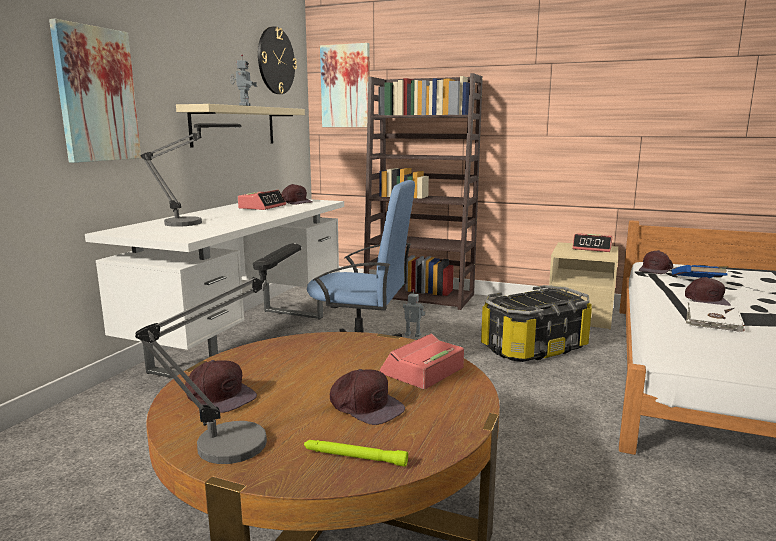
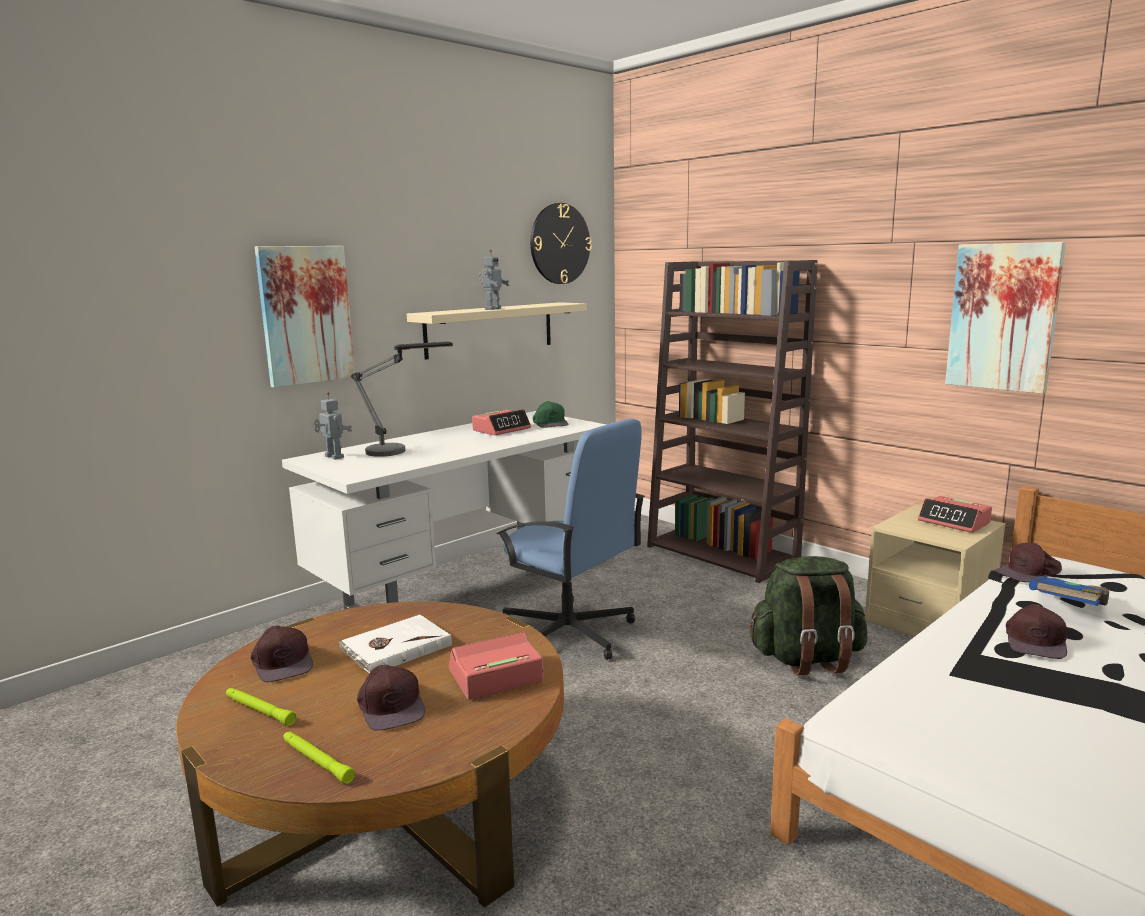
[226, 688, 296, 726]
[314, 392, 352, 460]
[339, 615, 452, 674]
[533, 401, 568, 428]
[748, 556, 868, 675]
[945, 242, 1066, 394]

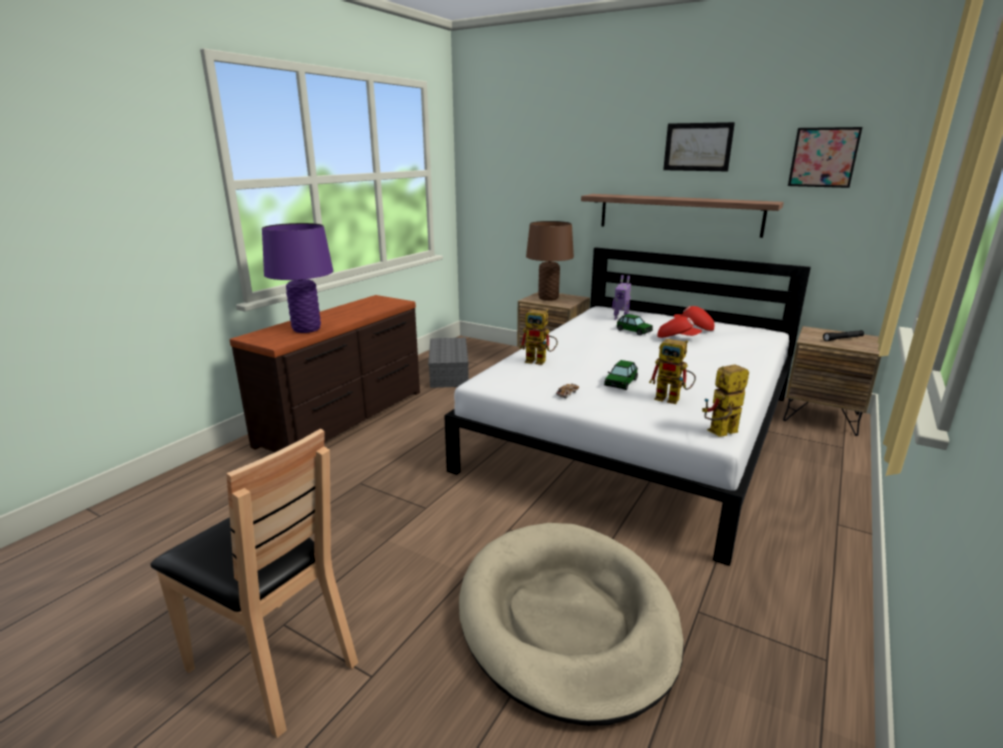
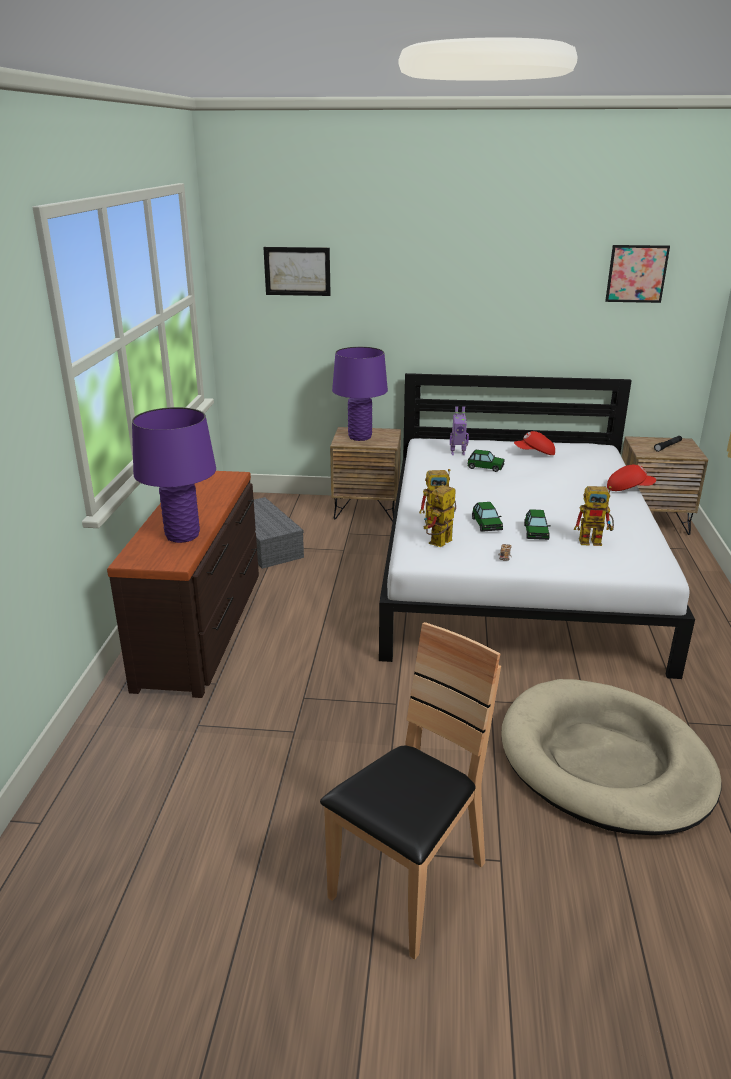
[263, 247, 331, 296]
[320, 622, 501, 960]
[332, 347, 388, 441]
[423, 485, 456, 547]
[472, 502, 503, 532]
[607, 465, 656, 491]
[581, 194, 784, 238] (first image)

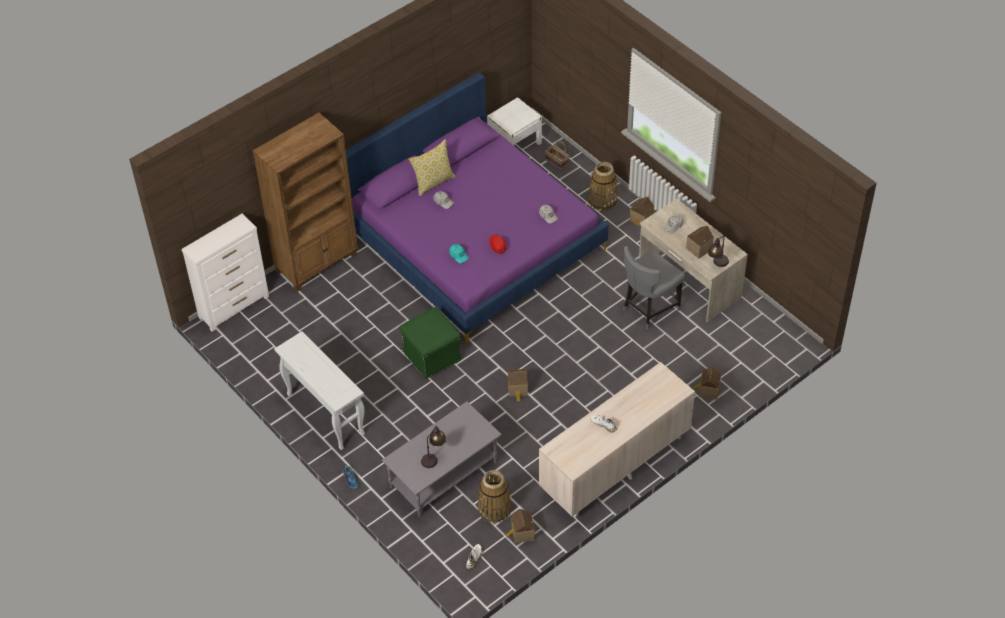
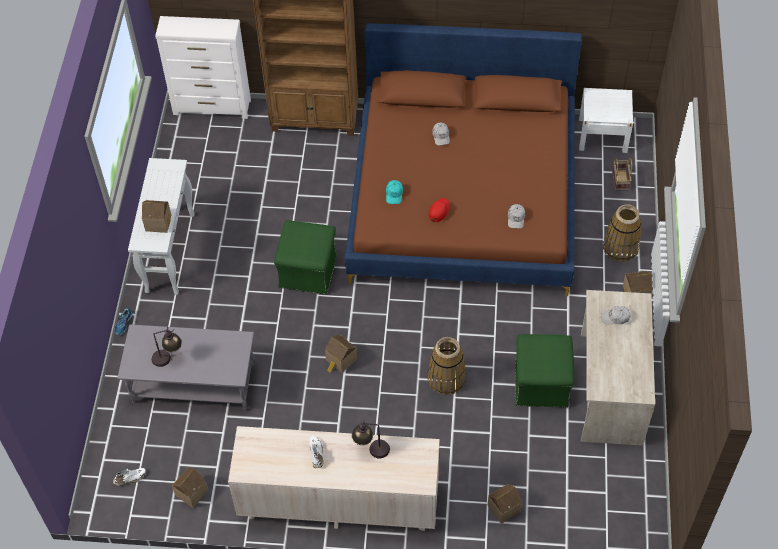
[142, 200, 171, 233]
[345, 23, 582, 296]
[352, 422, 390, 459]
[427, 337, 466, 395]
[515, 334, 574, 408]
[409, 139, 456, 196] (first image)

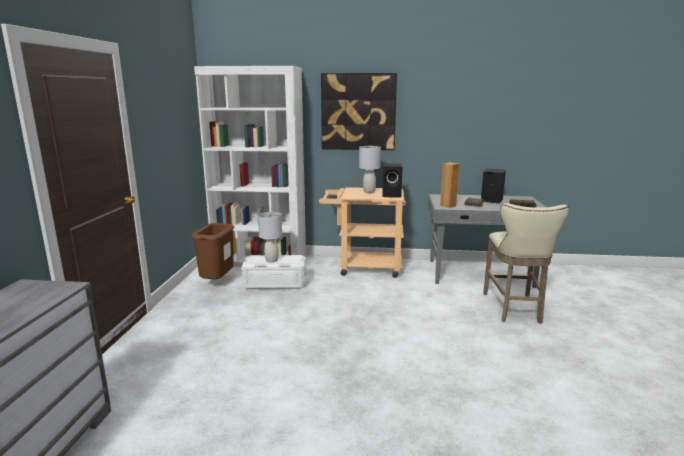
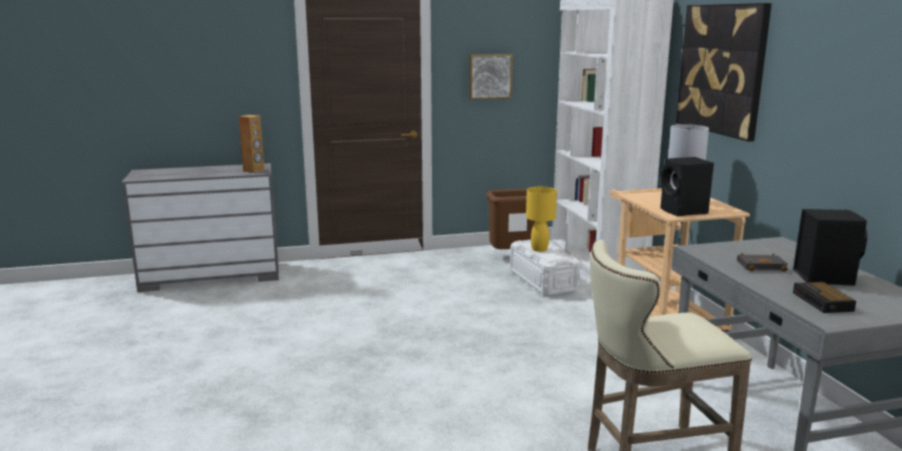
[238, 115, 264, 173]
[469, 54, 513, 100]
[526, 187, 557, 252]

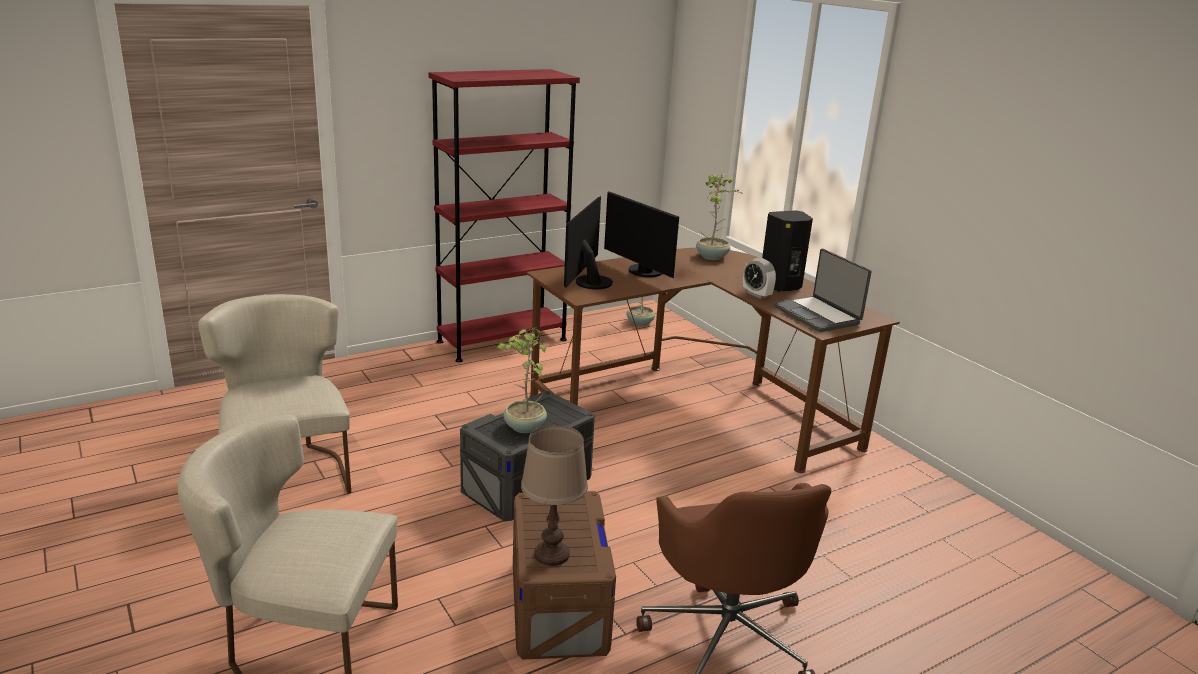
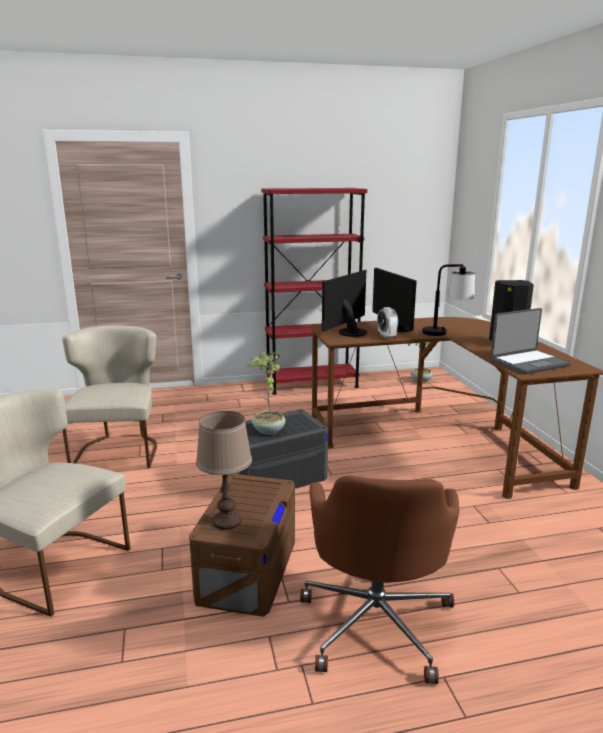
[377, 307, 398, 339]
[422, 264, 475, 336]
[491, 308, 571, 374]
[696, 173, 741, 260] (first image)

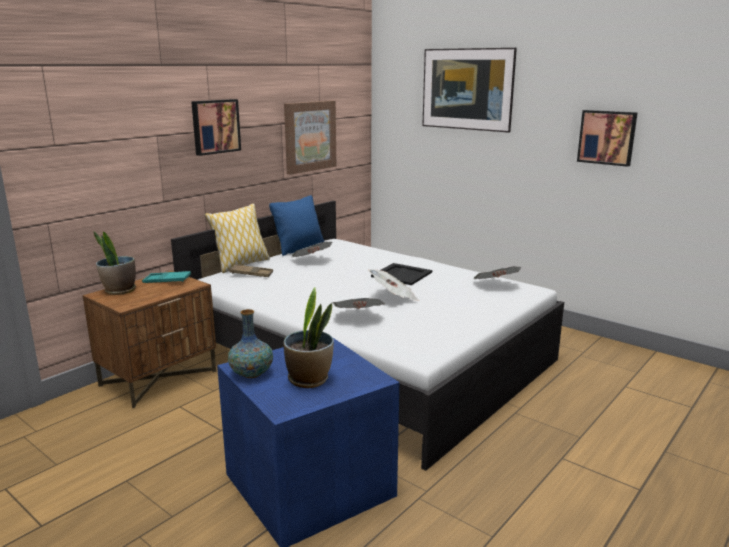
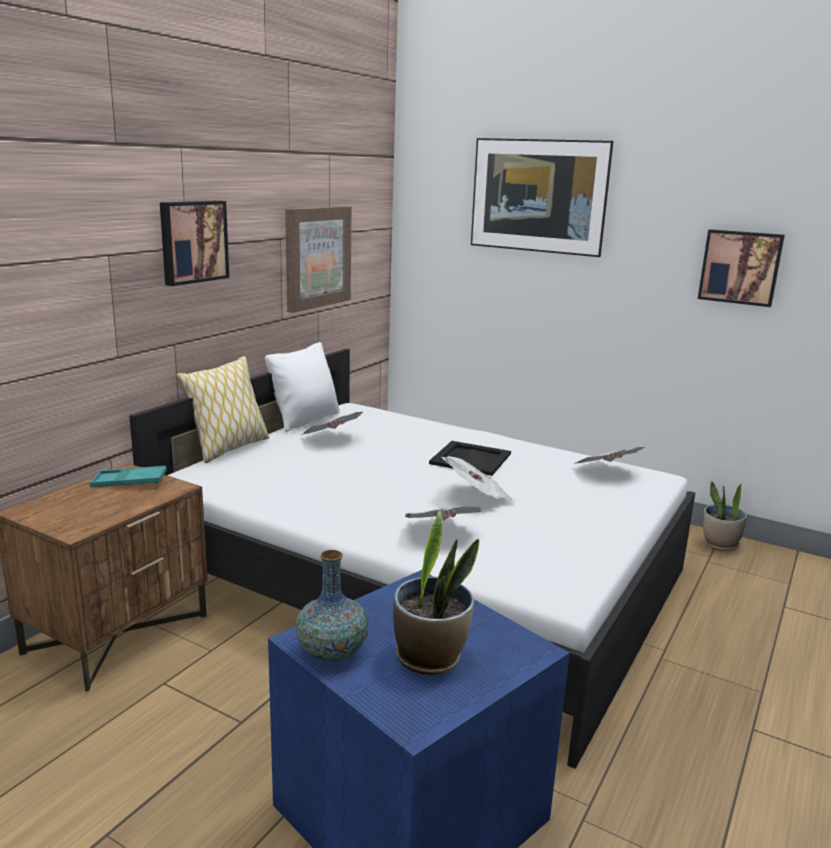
[265, 342, 340, 432]
[703, 481, 747, 551]
[229, 264, 273, 277] (first image)

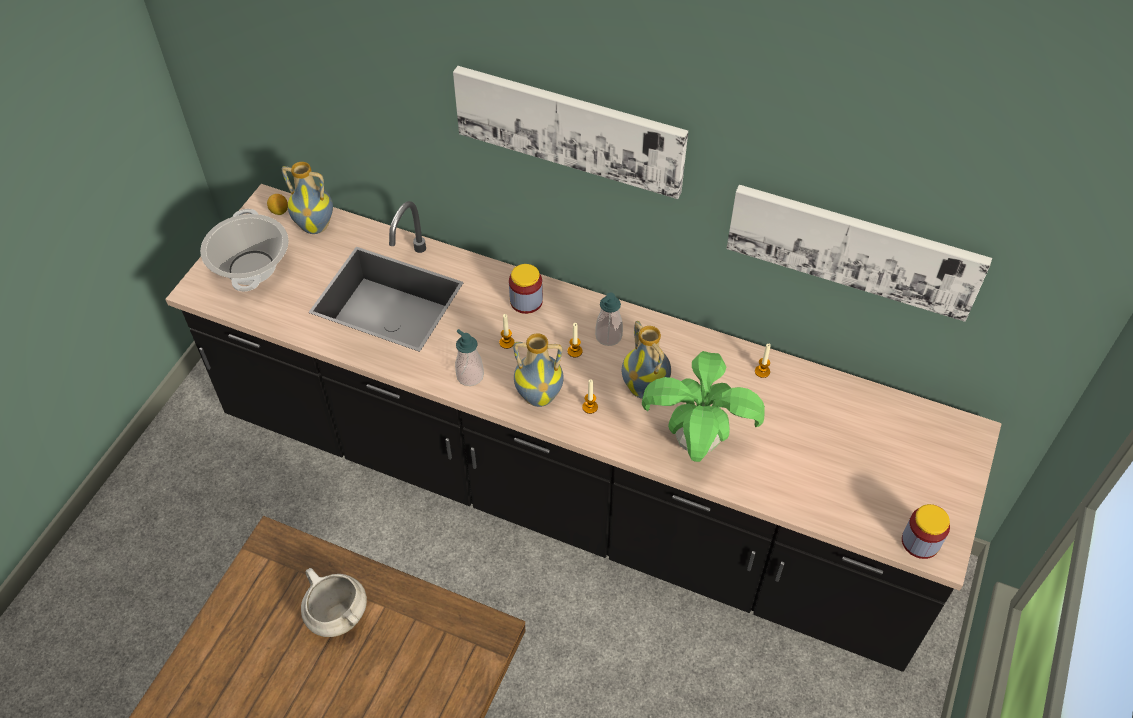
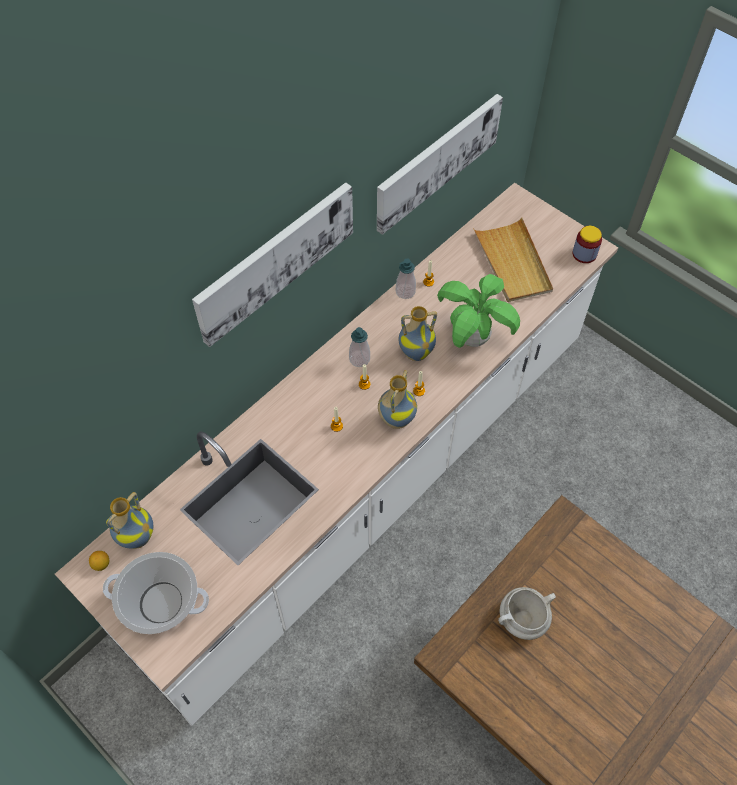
[55, 183, 618, 726]
[396, 259, 416, 299]
[473, 217, 553, 302]
[509, 264, 543, 314] (first image)

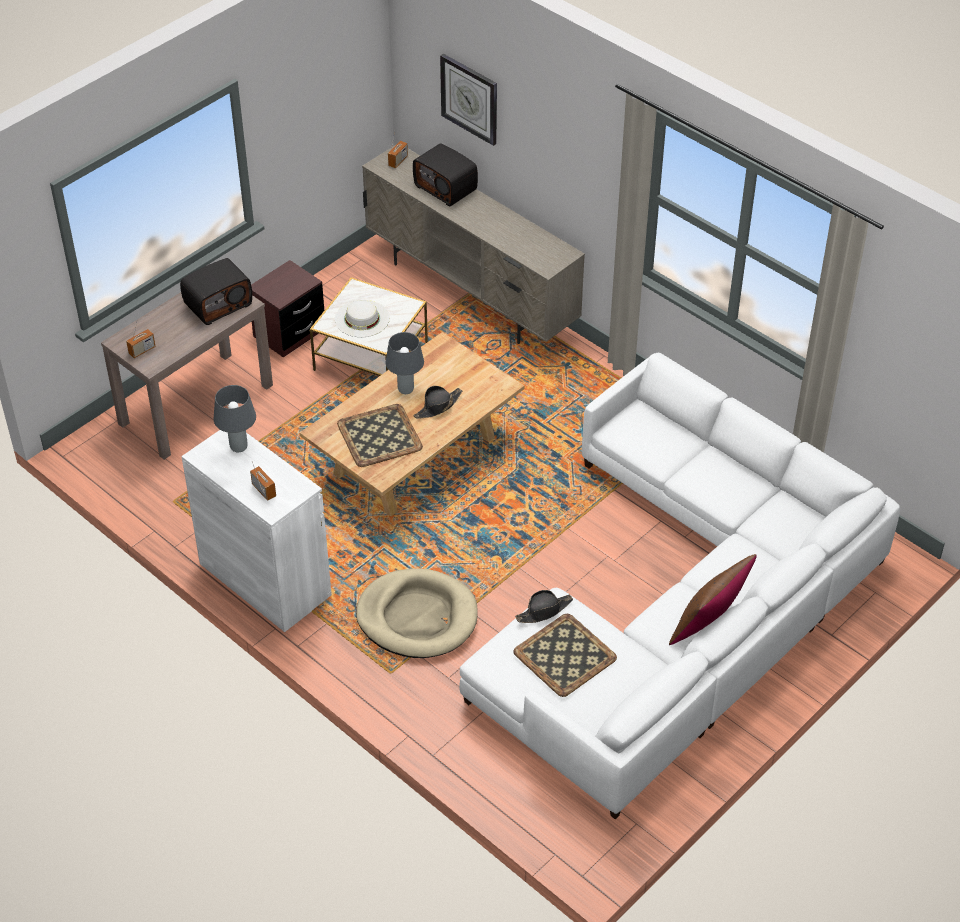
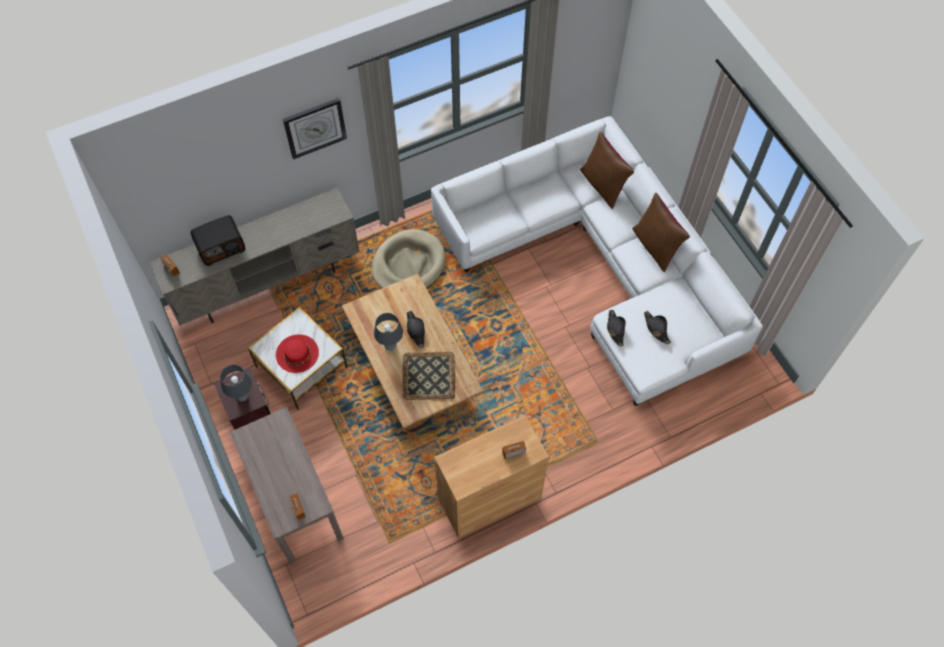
[220, 365, 252, 402]
[276, 334, 319, 373]
[283, 98, 347, 159]
[372, 229, 446, 289]
[434, 415, 549, 539]
[580, 132, 634, 209]
[644, 311, 671, 344]
[180, 258, 252, 325] (first image)

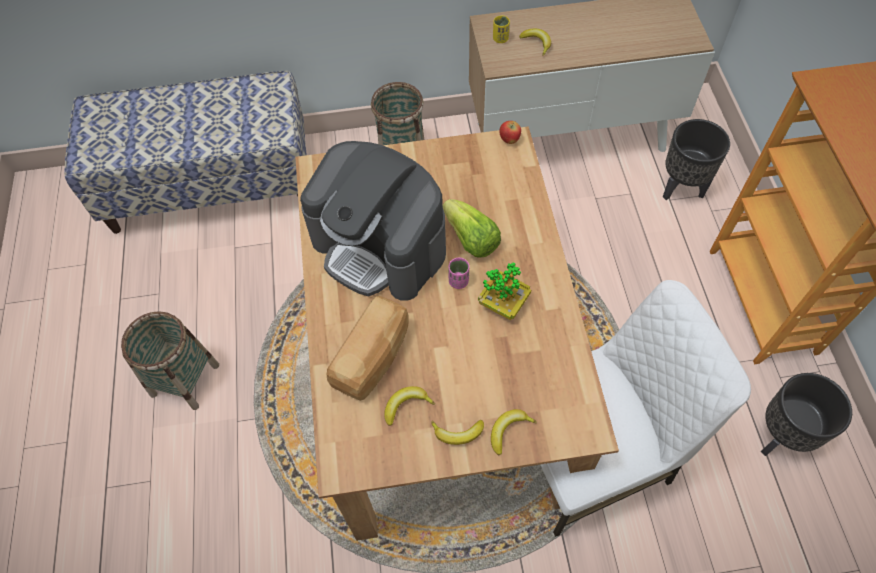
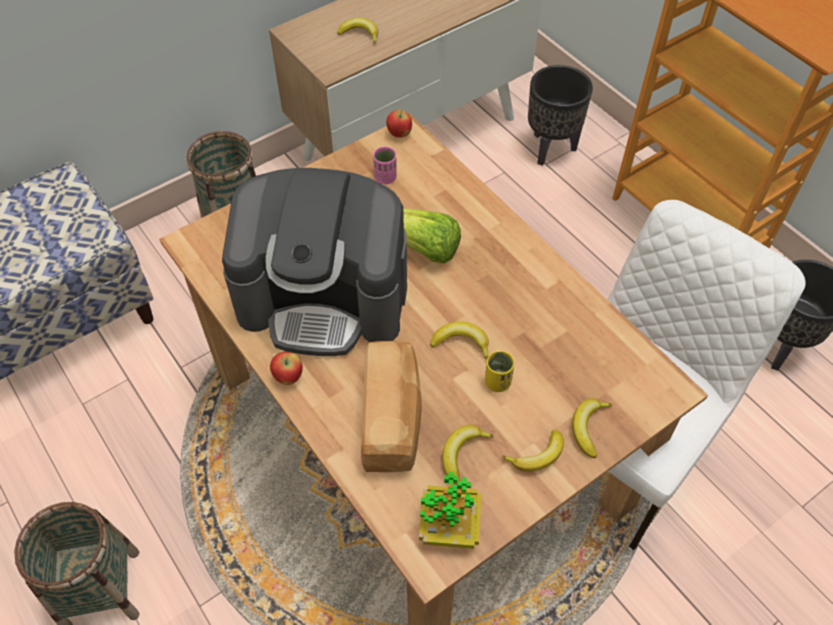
[270, 352, 303, 385]
[373, 147, 397, 184]
[419, 472, 481, 549]
[430, 322, 489, 361]
[485, 351, 514, 392]

